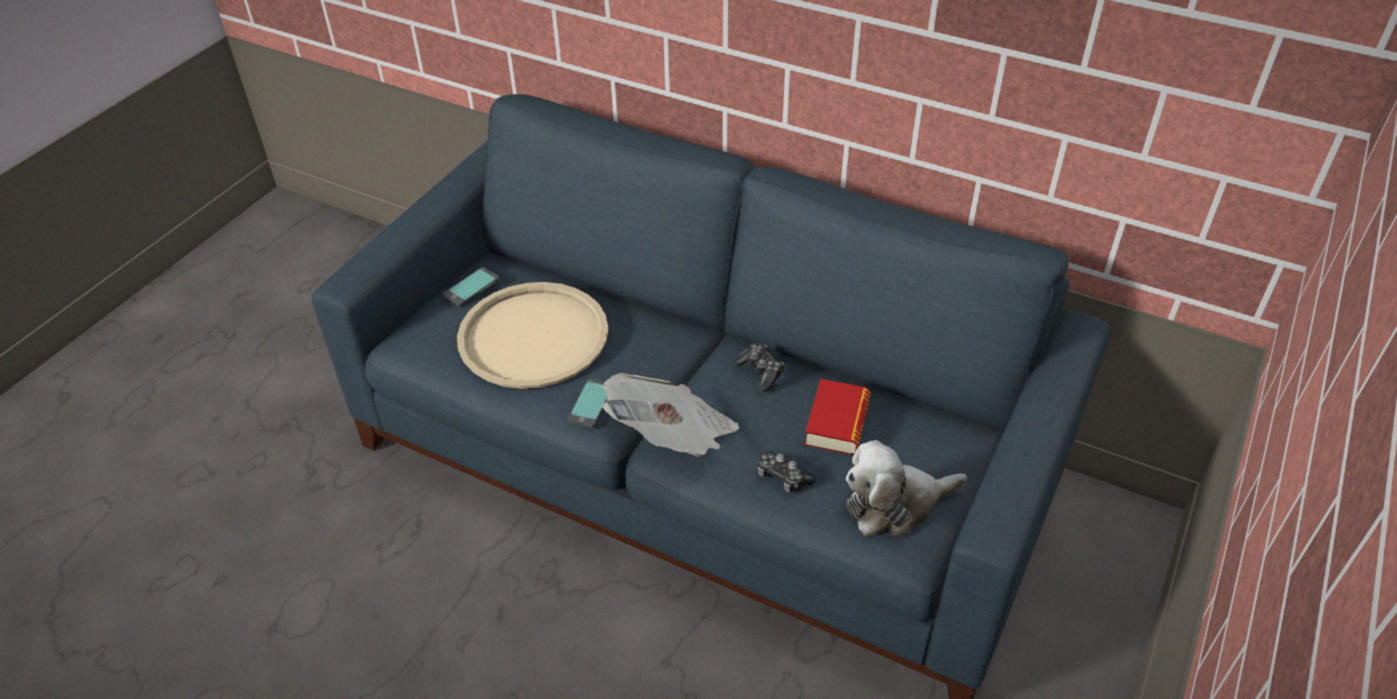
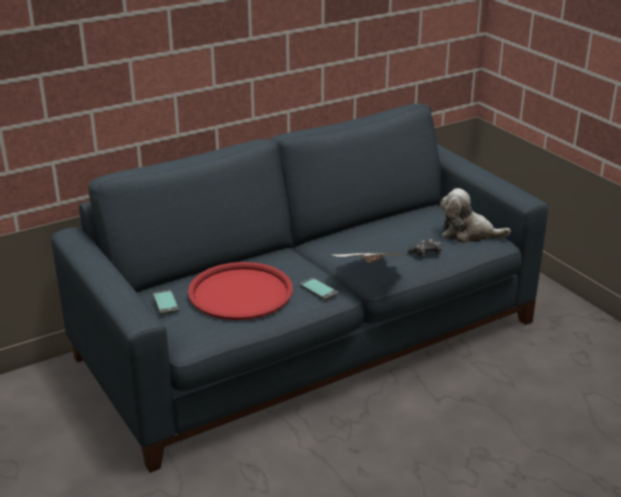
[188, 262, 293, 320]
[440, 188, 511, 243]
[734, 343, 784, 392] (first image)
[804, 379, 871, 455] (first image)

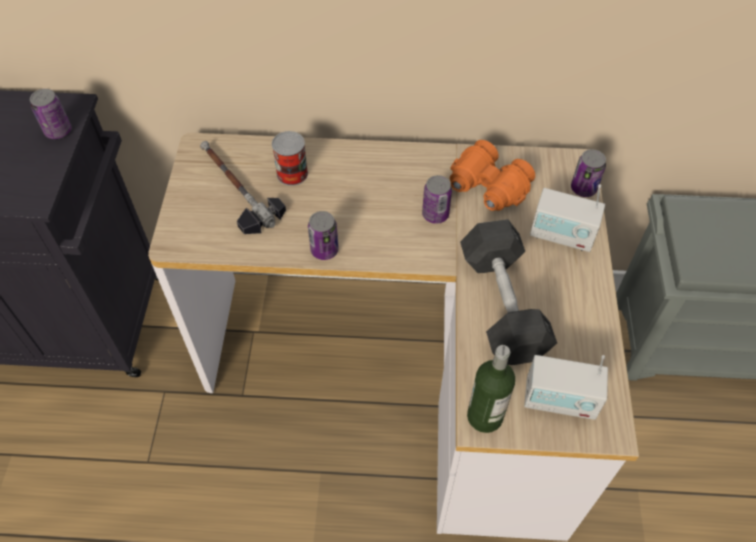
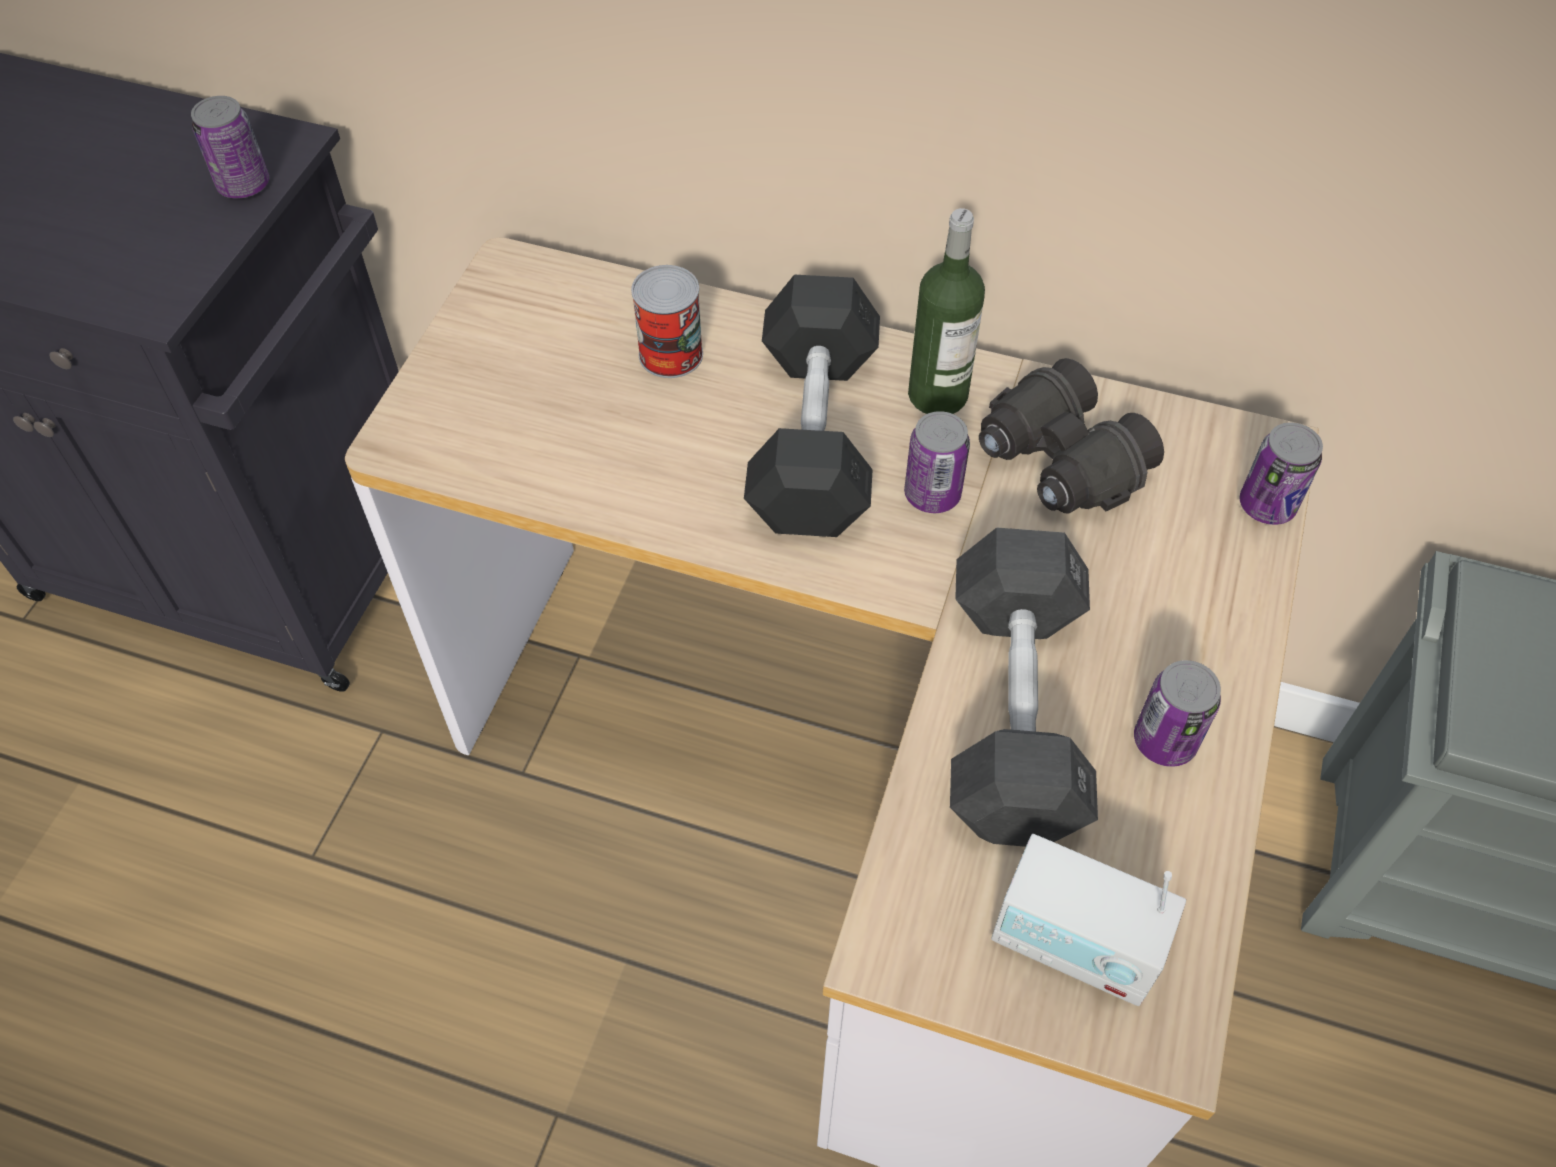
[744, 275, 880, 537]
[908, 208, 985, 414]
[979, 358, 1164, 513]
[1134, 660, 1221, 767]
[200, 141, 286, 234] (first image)
[530, 184, 605, 252] (first image)

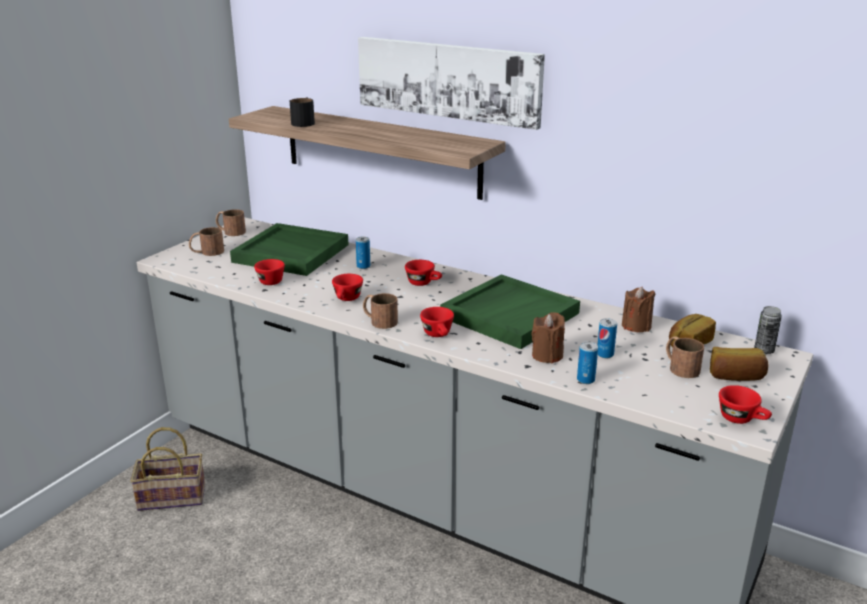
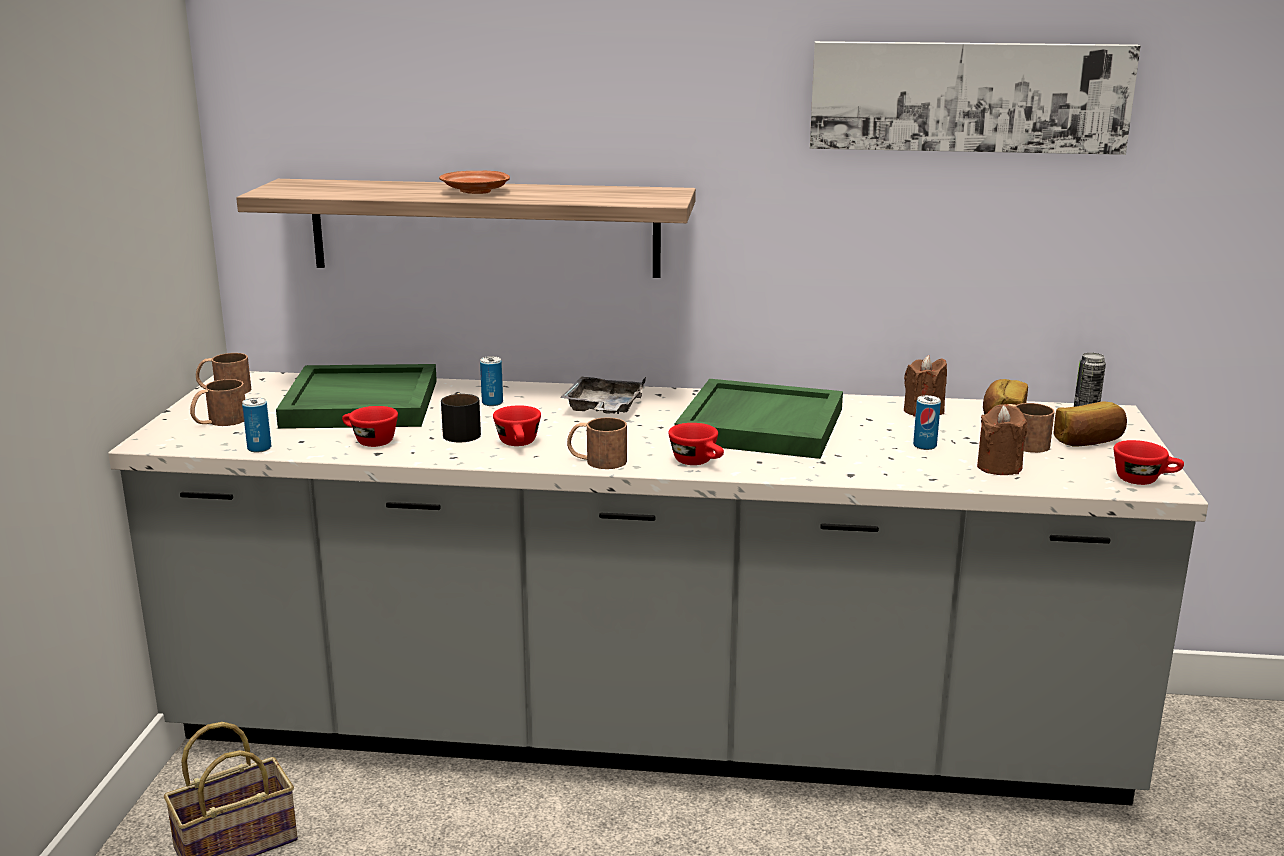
[242, 397, 271, 453]
[439, 171, 510, 194]
[441, 392, 481, 442]
[560, 377, 646, 414]
[810, 41, 1141, 155]
[977, 404, 1028, 475]

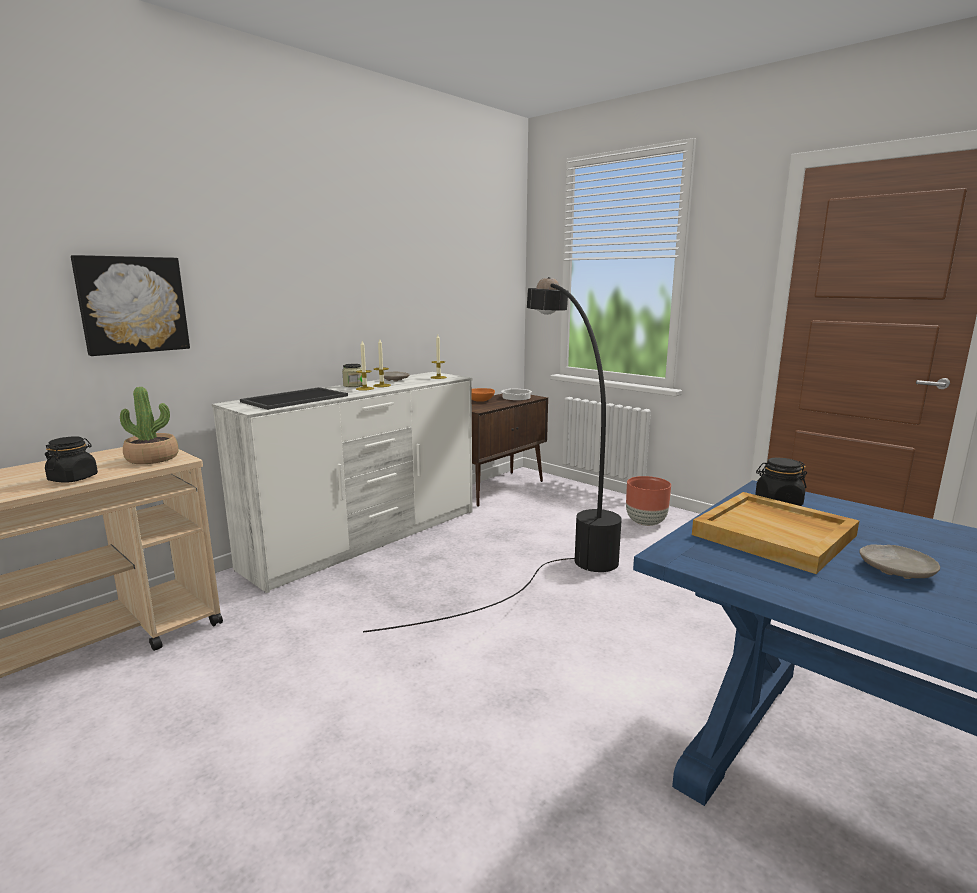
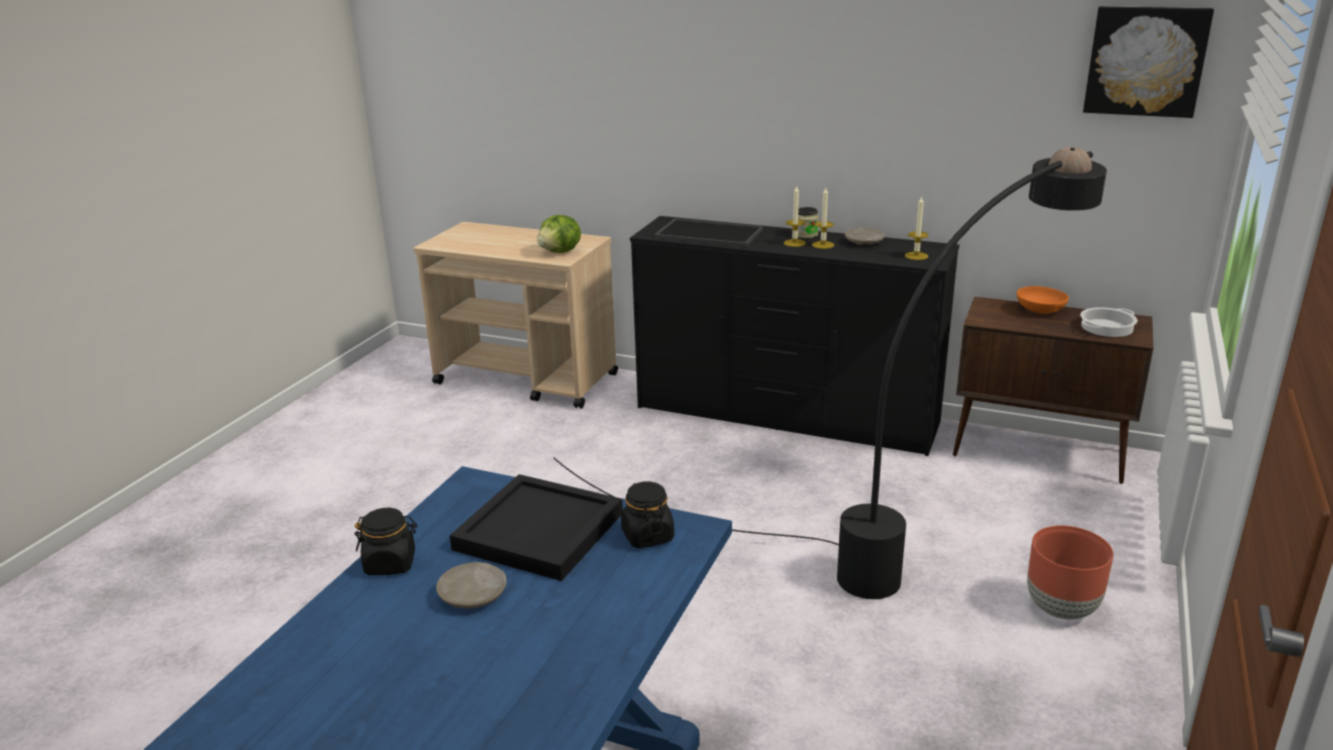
[355, 507, 417, 575]
[450, 474, 623, 581]
[537, 215, 581, 253]
[630, 216, 959, 456]
[1083, 6, 1214, 118]

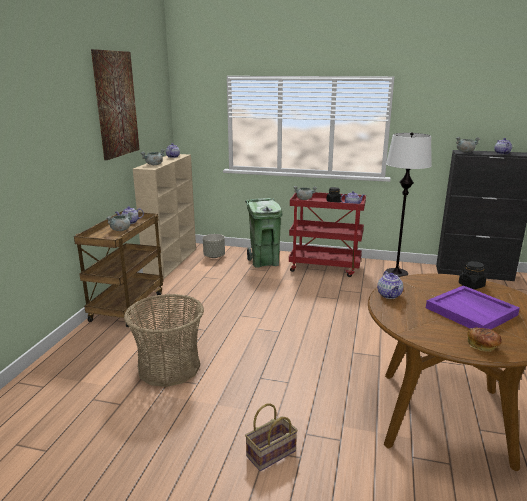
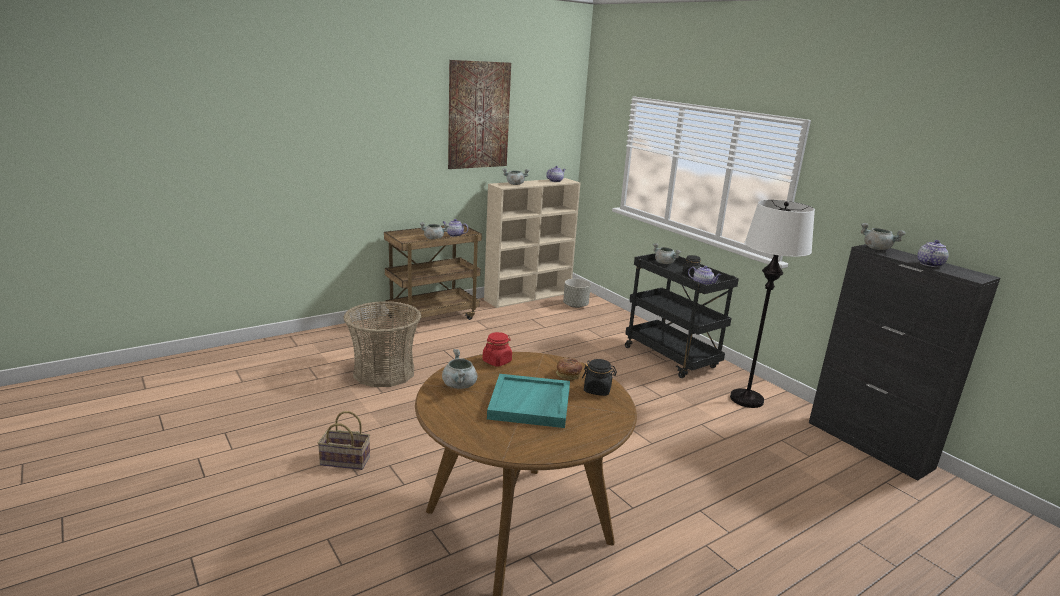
[442, 349, 478, 389]
[483, 332, 512, 367]
[487, 374, 570, 428]
[556, 357, 583, 380]
[625, 253, 739, 378]
[245, 198, 282, 268] (first image)

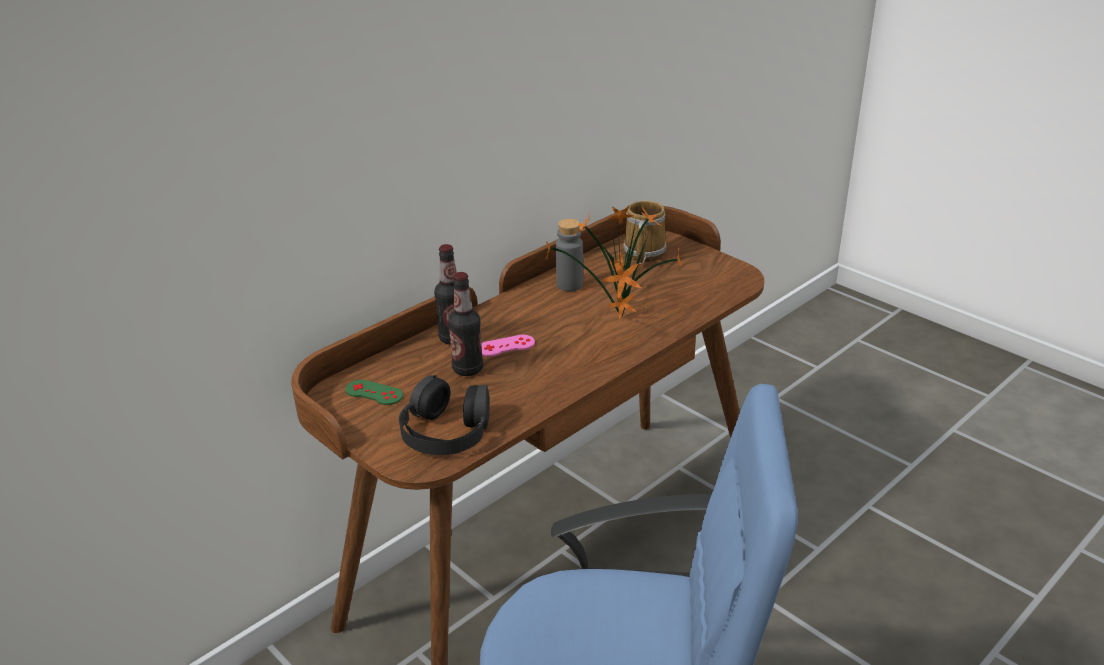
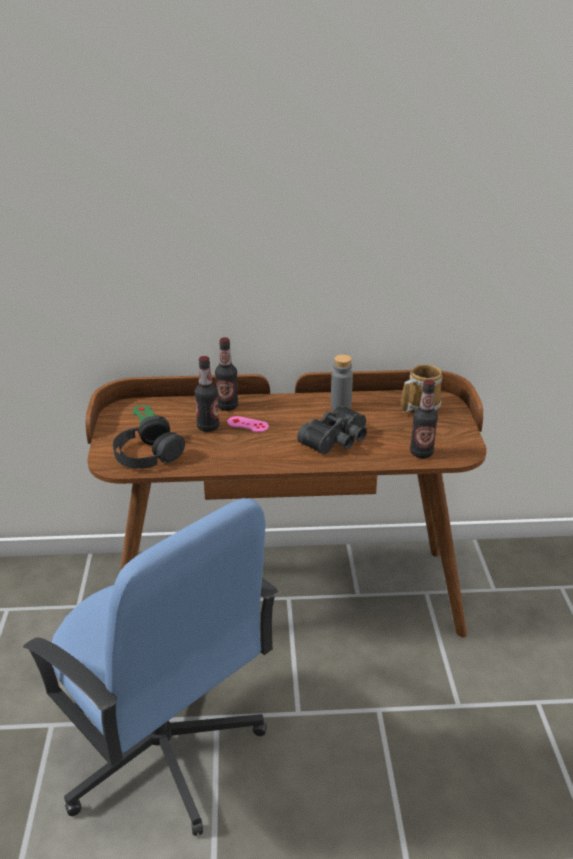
[297, 404, 367, 454]
[410, 379, 438, 458]

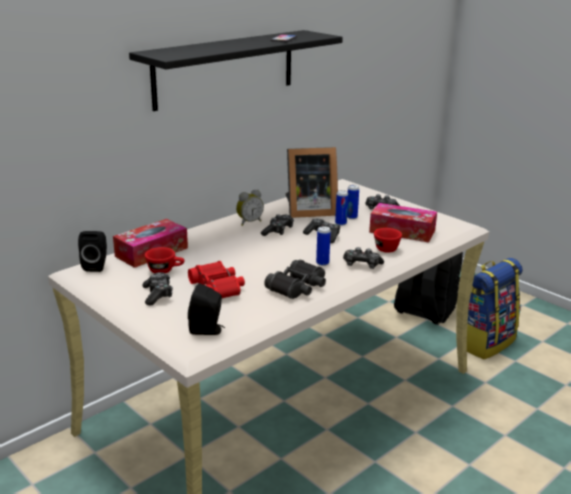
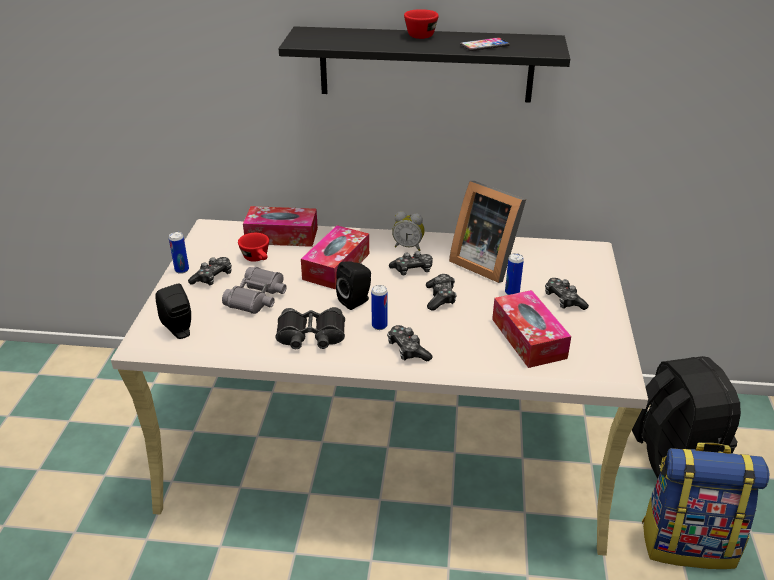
[169, 232, 189, 274]
[222, 267, 286, 314]
[301, 225, 369, 289]
[336, 262, 371, 310]
[404, 9, 439, 39]

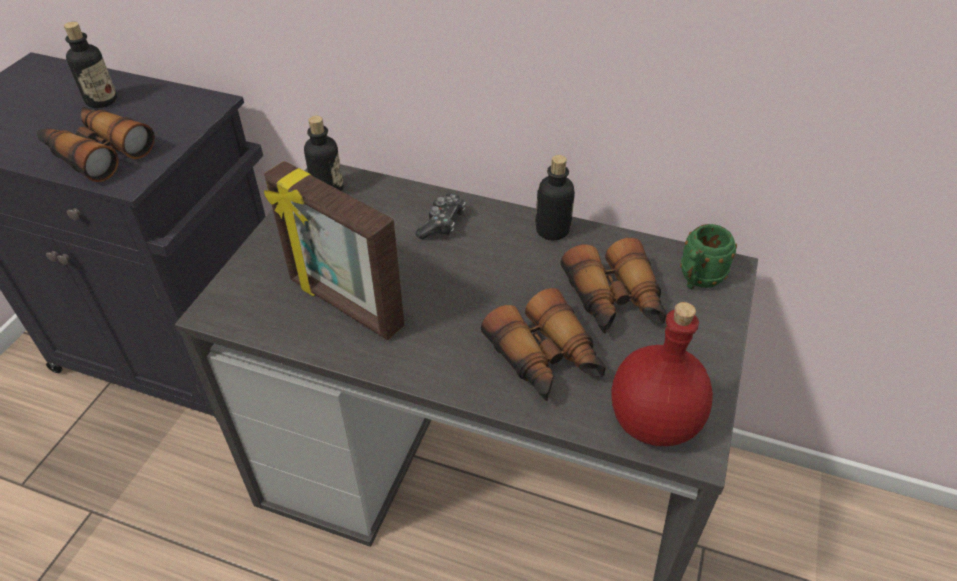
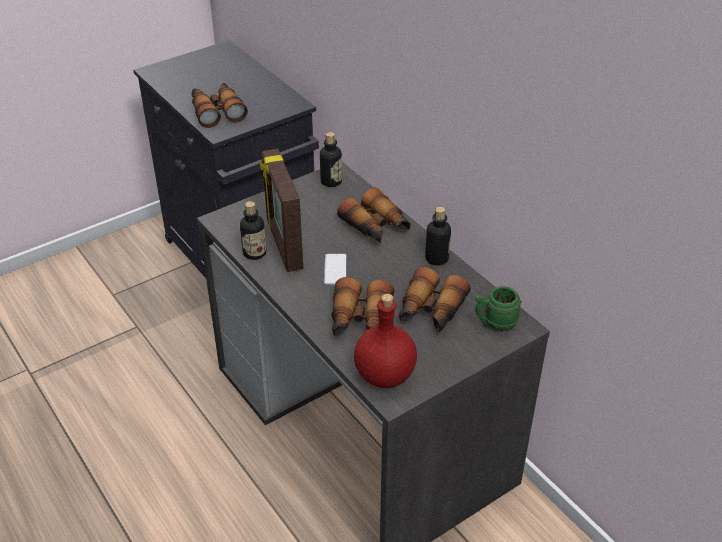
[240, 201, 266, 260]
[324, 254, 347, 285]
[337, 188, 410, 243]

